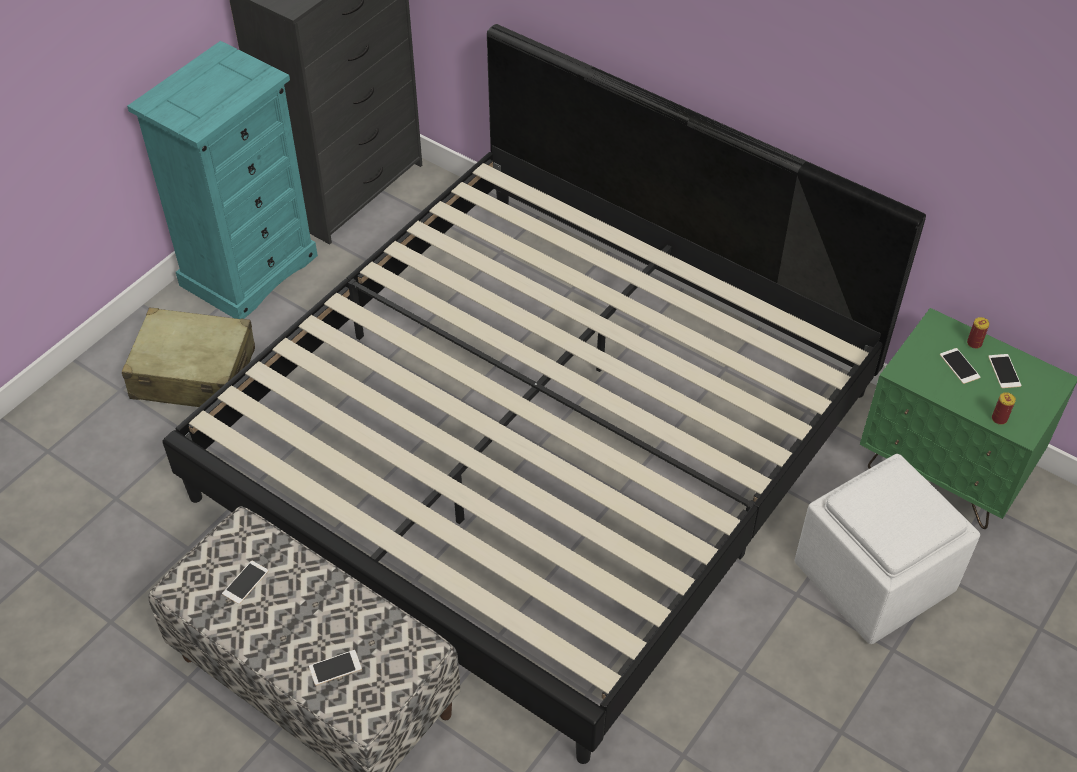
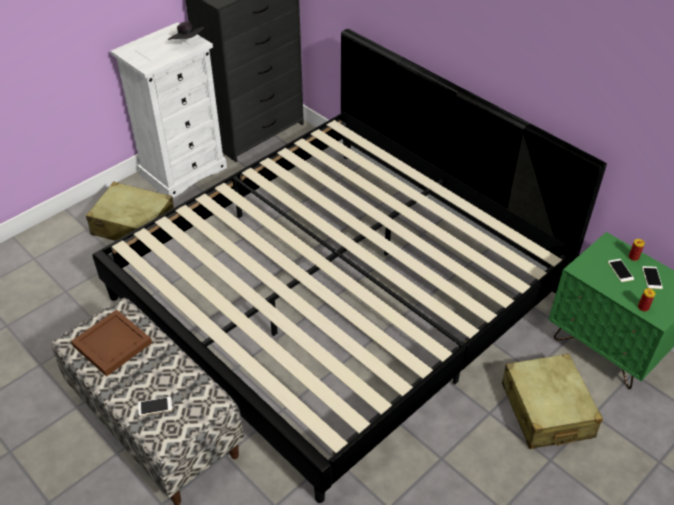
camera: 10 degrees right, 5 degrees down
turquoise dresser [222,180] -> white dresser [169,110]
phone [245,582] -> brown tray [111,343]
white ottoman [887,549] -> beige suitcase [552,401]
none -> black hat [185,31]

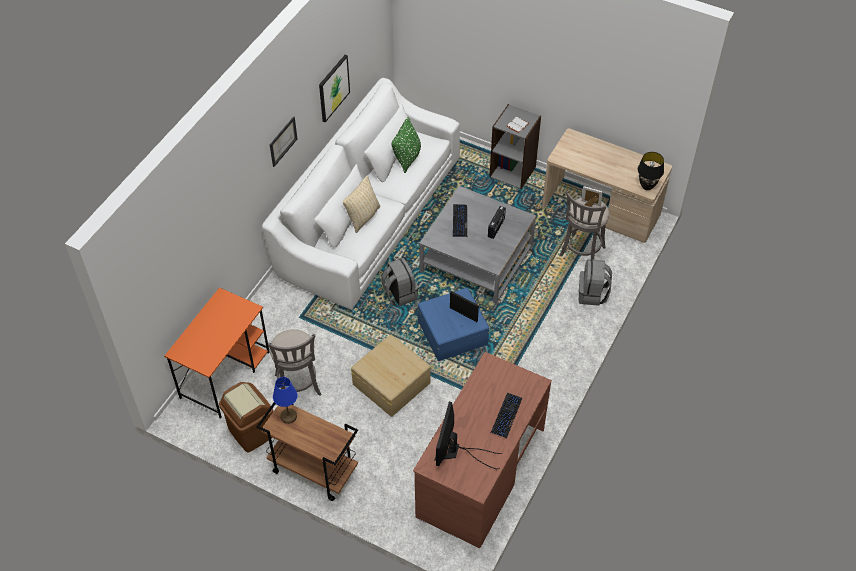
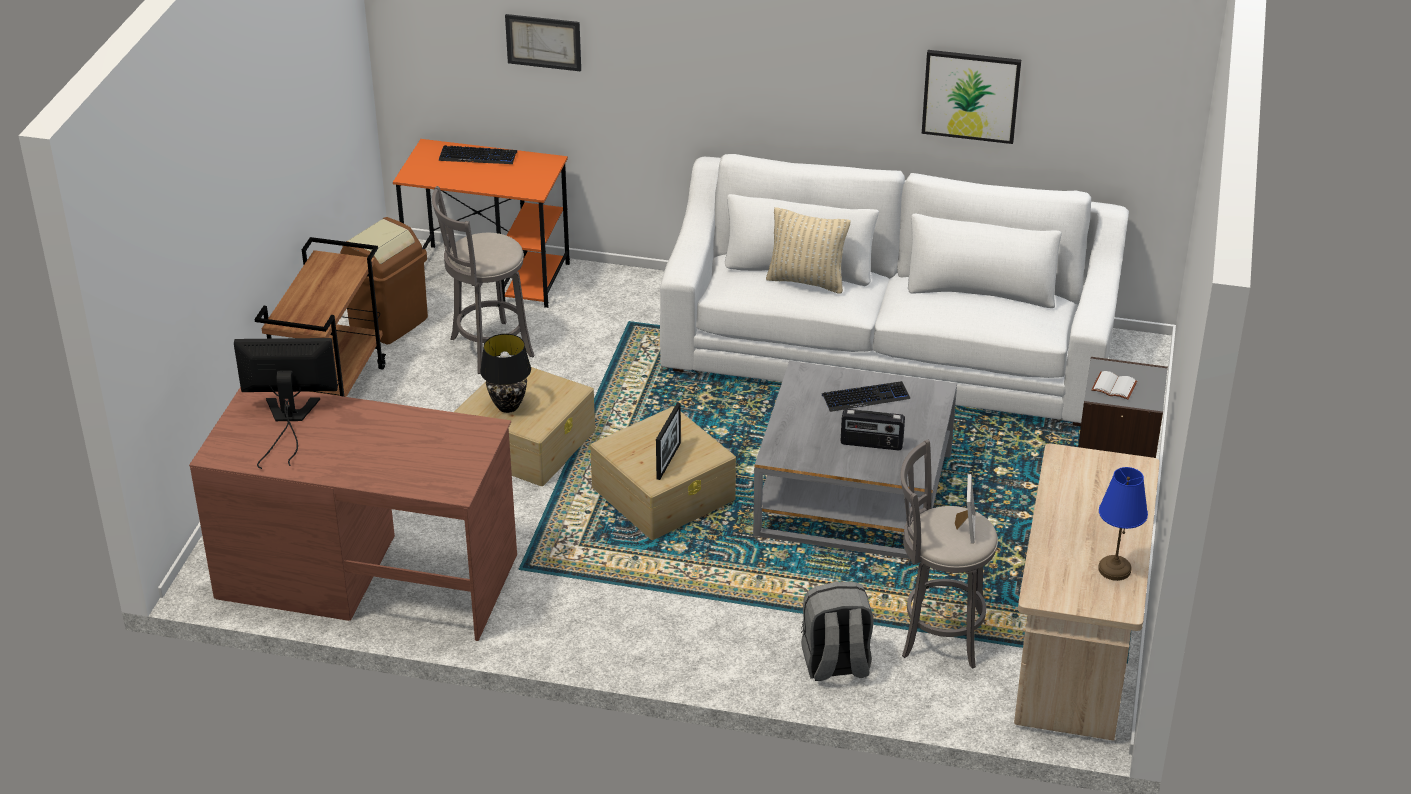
camera: 75 degrees right, 15 degrees down
picture [283,141] -> picture [543,43], moved
blue table lamp [285,400] -> blue table lamp [1123,524], moved
grey backpack [399,282] -> none
green pillow [406,145] -> none
blue storage box [453,324] -> beige storage box [663,473]
keyboard [506,416] -> keyboard [478,154], moved
black table lamp [651,171] -> black table lamp [505,373], moved

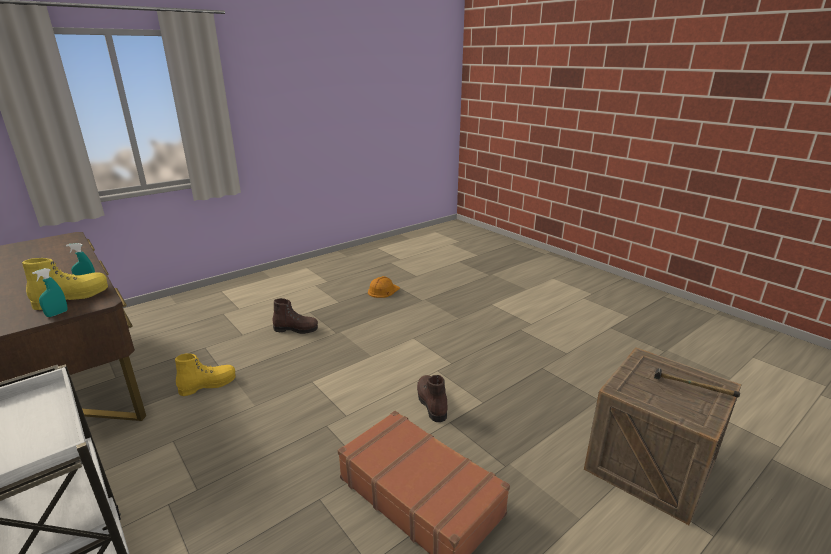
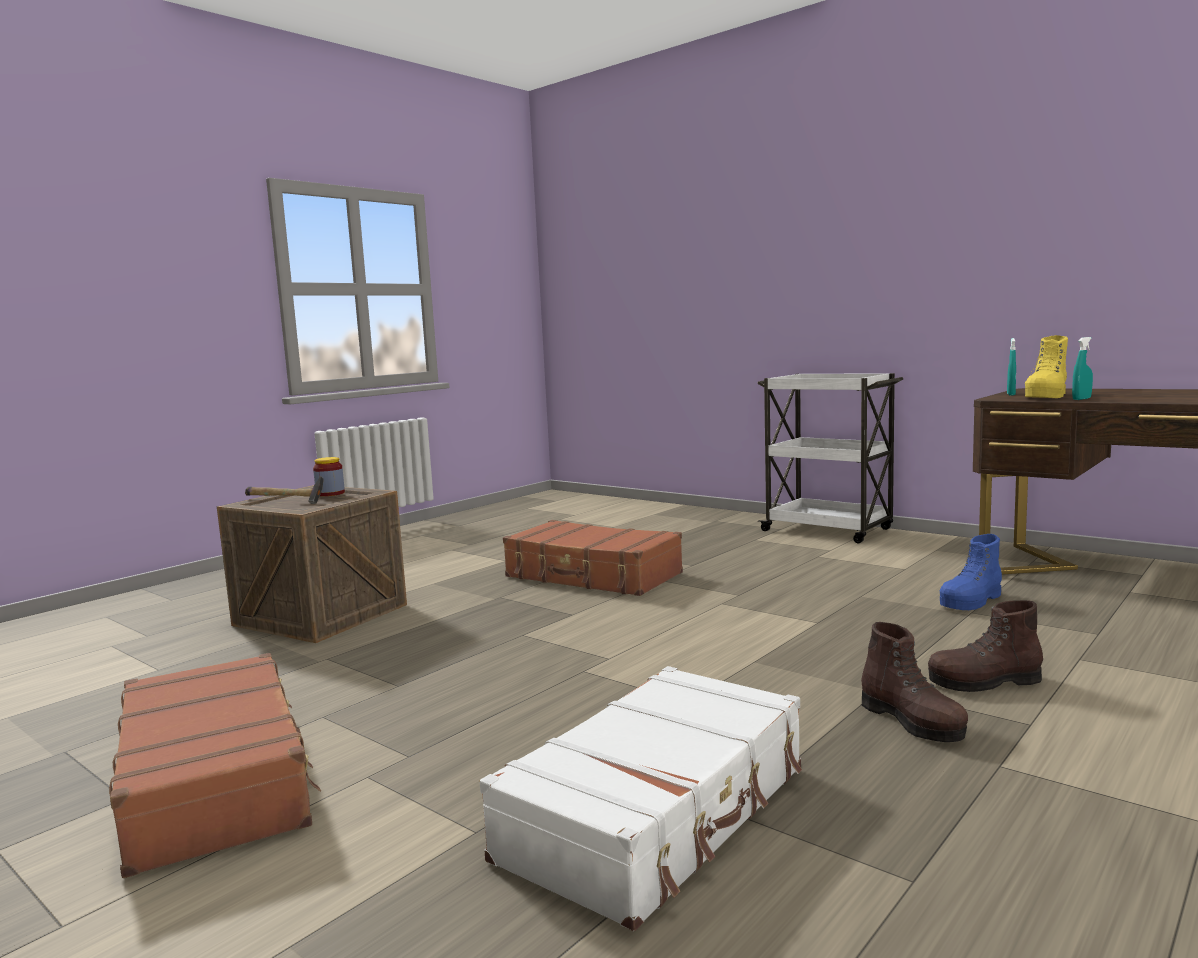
camera: 170 degrees right, 15 degrees down
yellow boot [205,374] -> blue boot [971,572]
orange hard hat [384,287] -> none
brown boot [432,398] -> brown boot [914,682], moved
none -> brown suitcase [215,765]
none -> jar [329,476]
none -> white suitcase [641,798]

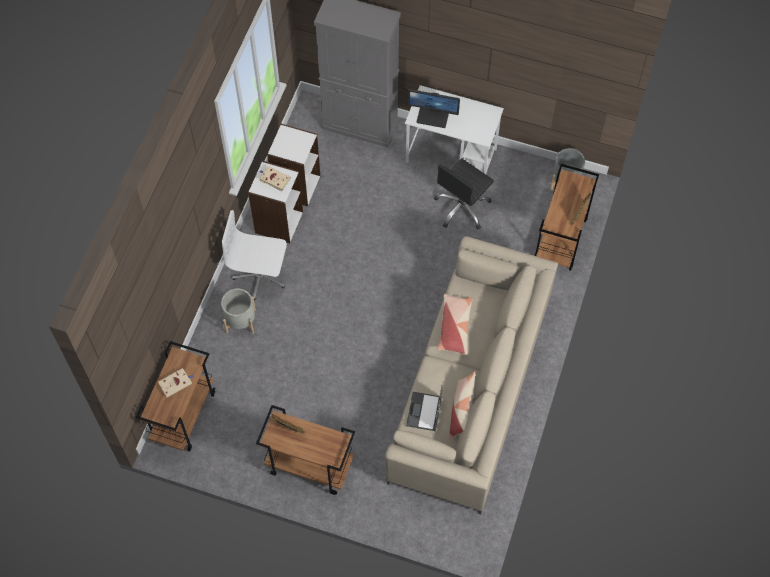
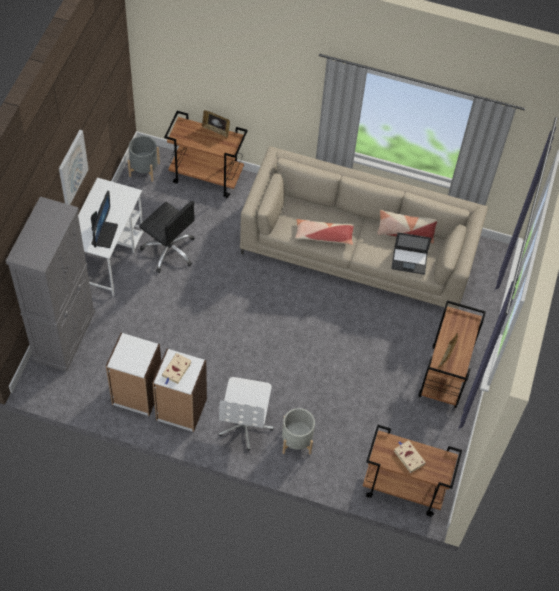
camera: 95 degrees left, 5 degrees down
none -> picture [73,167]

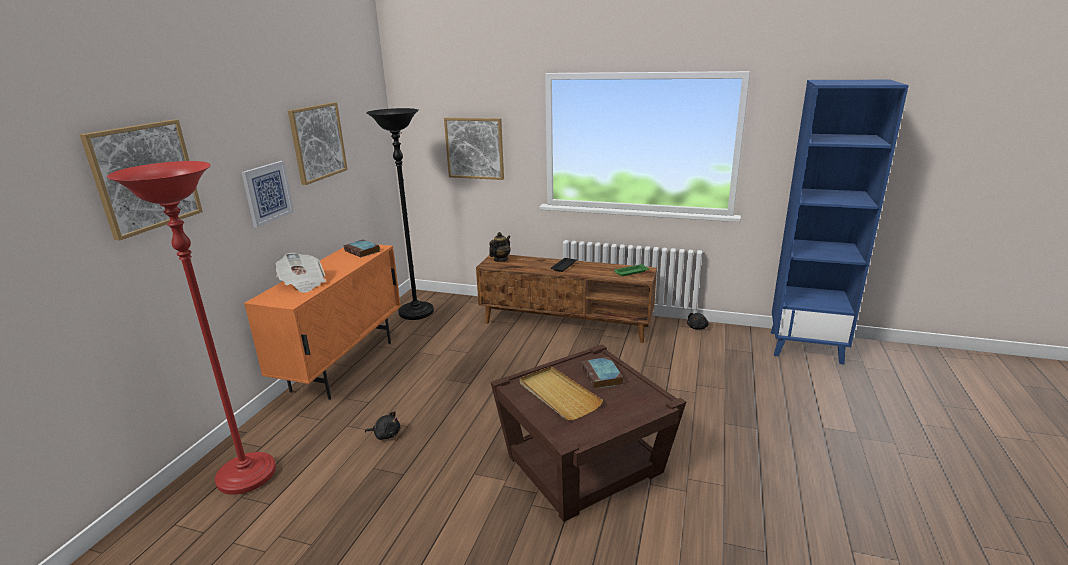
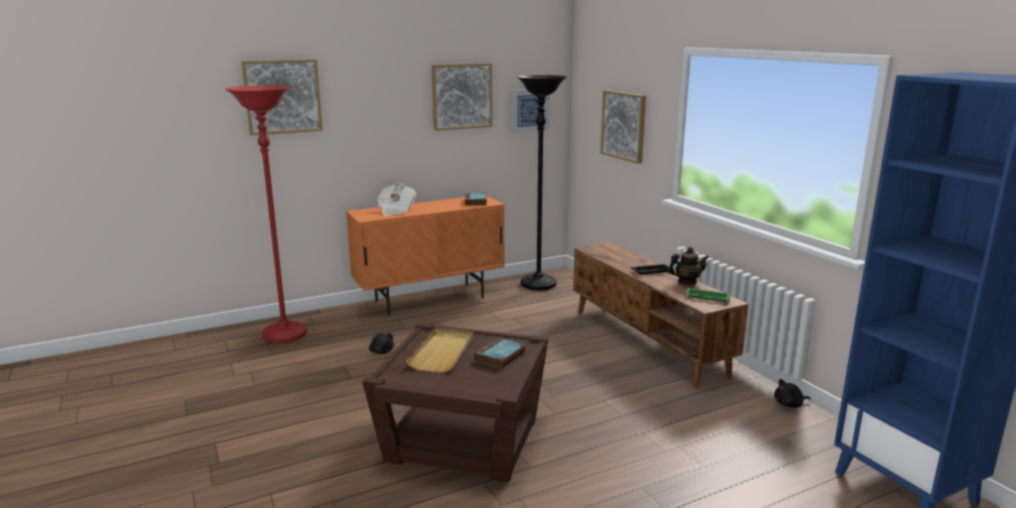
camera: 45 degrees right, 5 degrees down
picture [267,194] -> picture [530,111], moved
teapot [500,247] -> teapot [688,266], moved

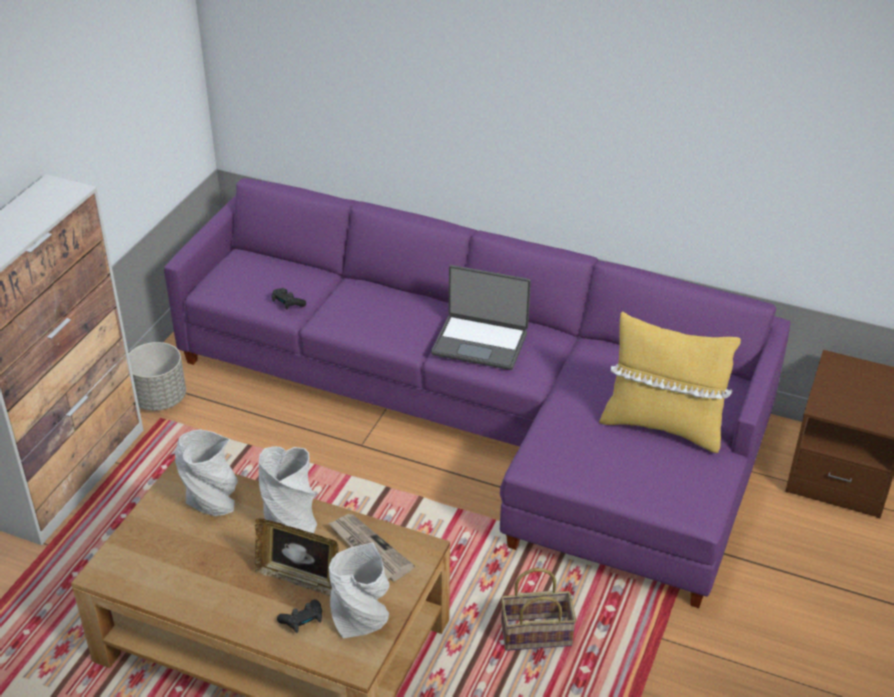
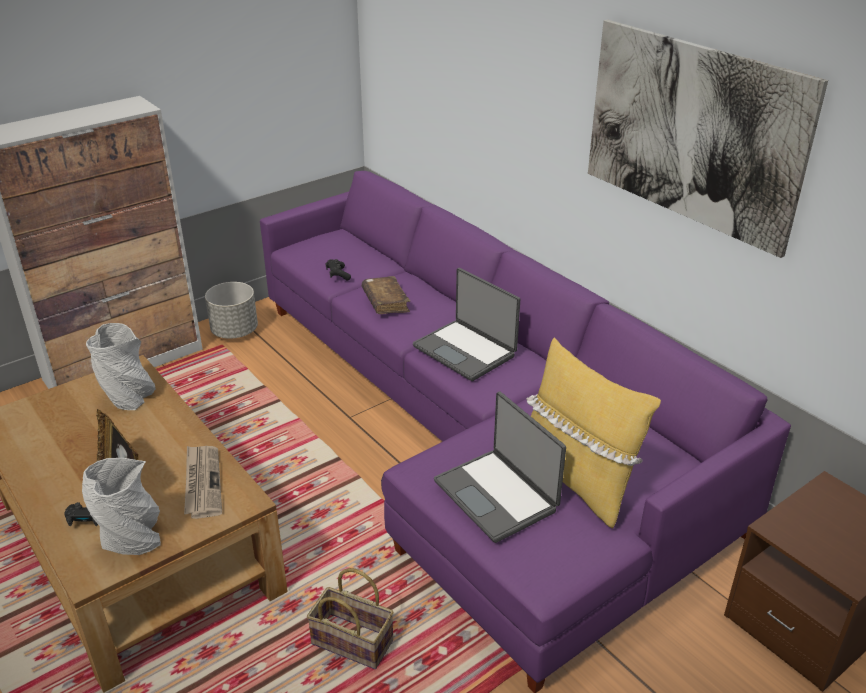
camera: 30 degrees right, 5 degrees down
grey vase [288,490] -> none
none -> brown book [386,295]
none -> laptop [500,467]
none -> picture [708,139]

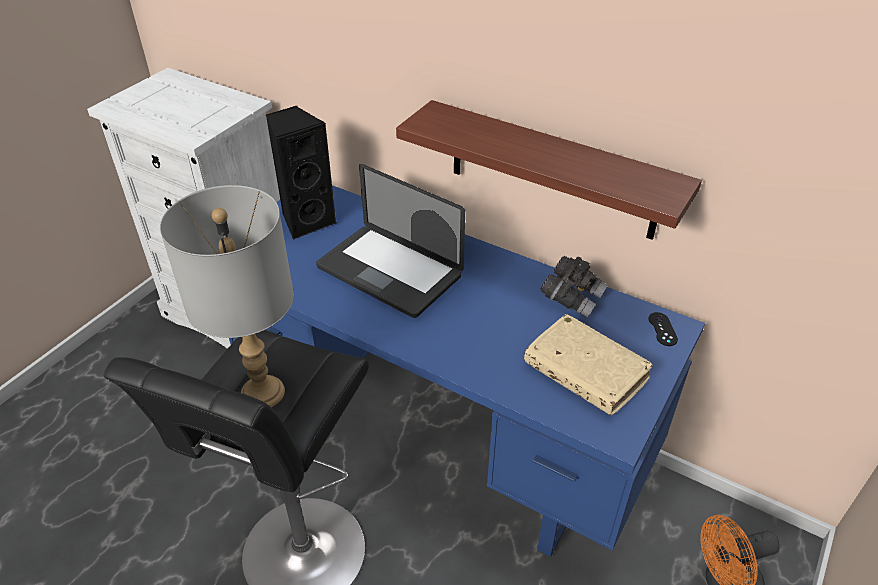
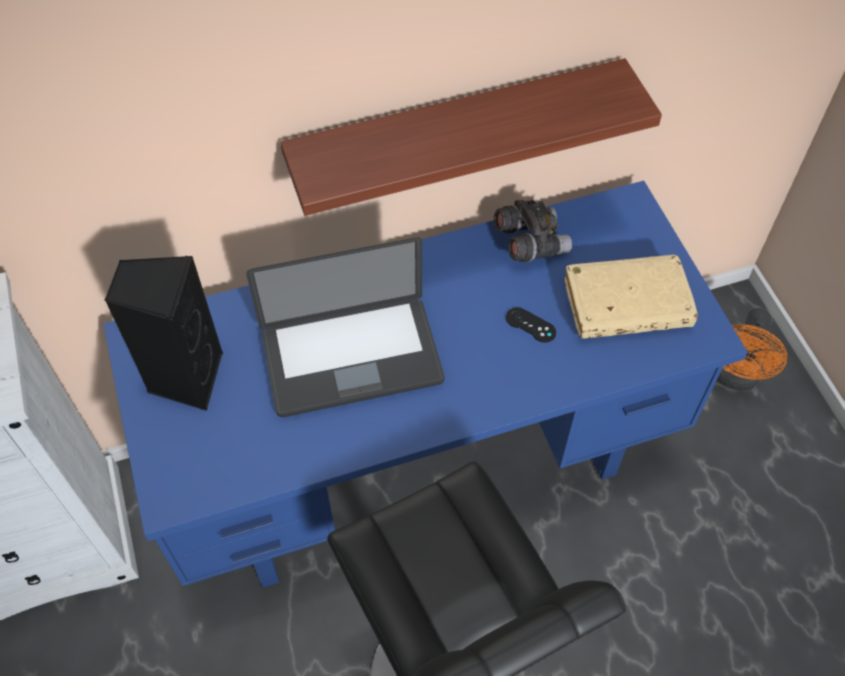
camera: 50 degrees left, 15 degrees up
grey table lamp [227,296] -> none
black game controller [663,329] -> black game controller [531,325], moved

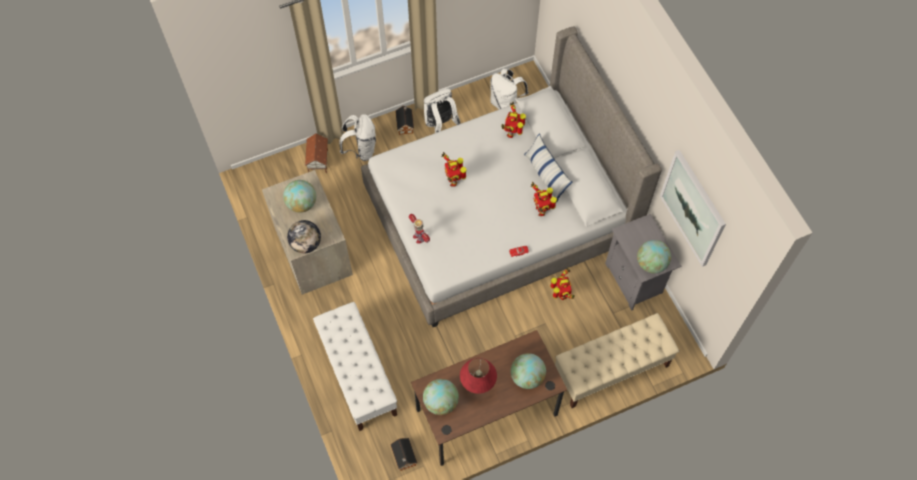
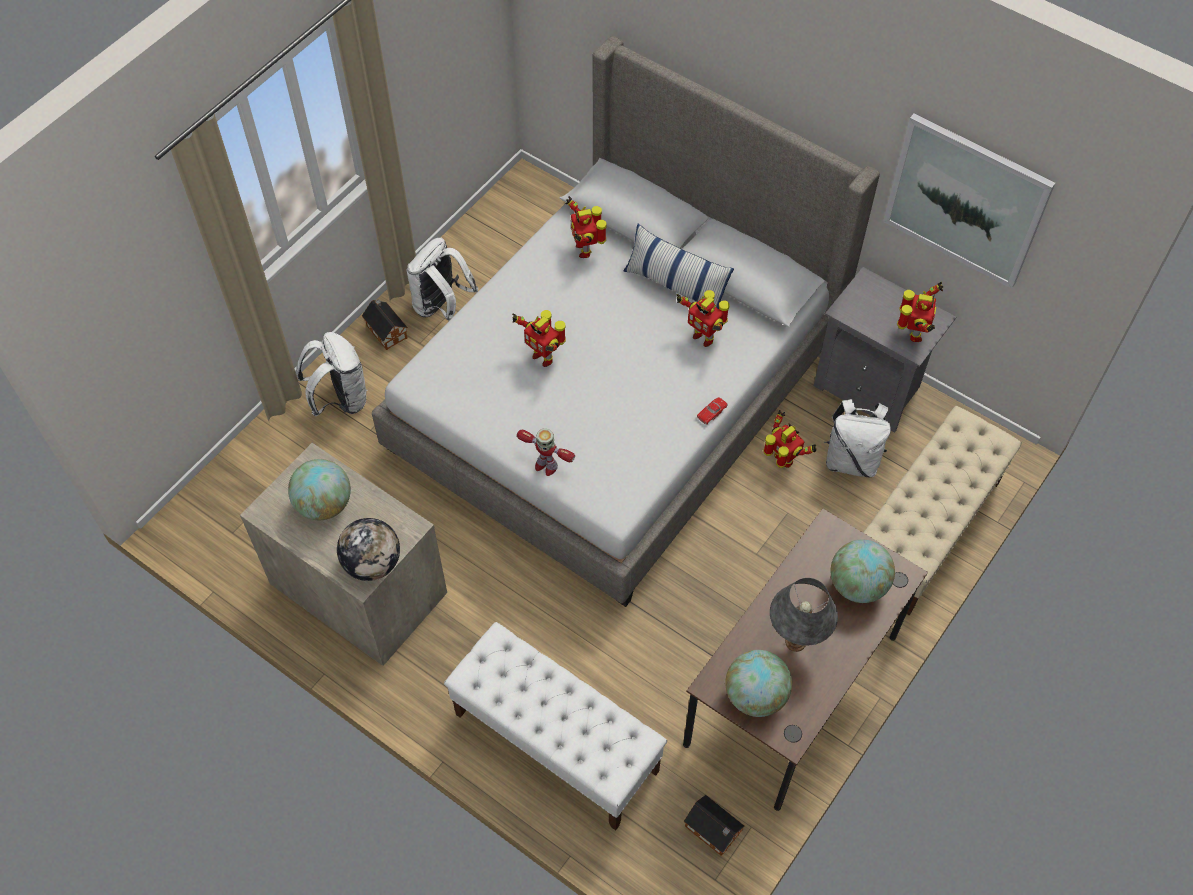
camera: 30 degrees left, 5 degrees down
toy house [316,153] -> none
red table lamp [478,376] -> grey table lamp [804,615]
white backpack [509,88] -> white backpack [857,438], moved
globe [654,256] -> toy robot [920,312]

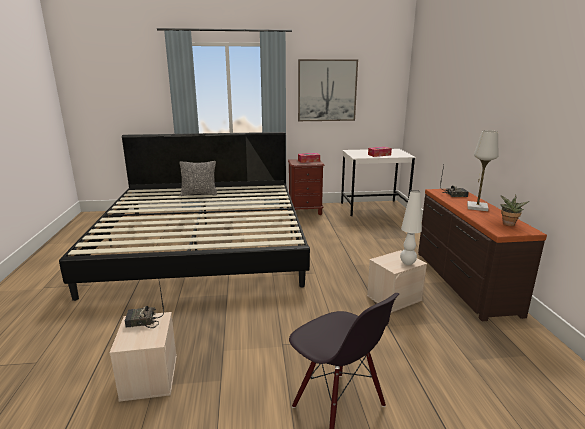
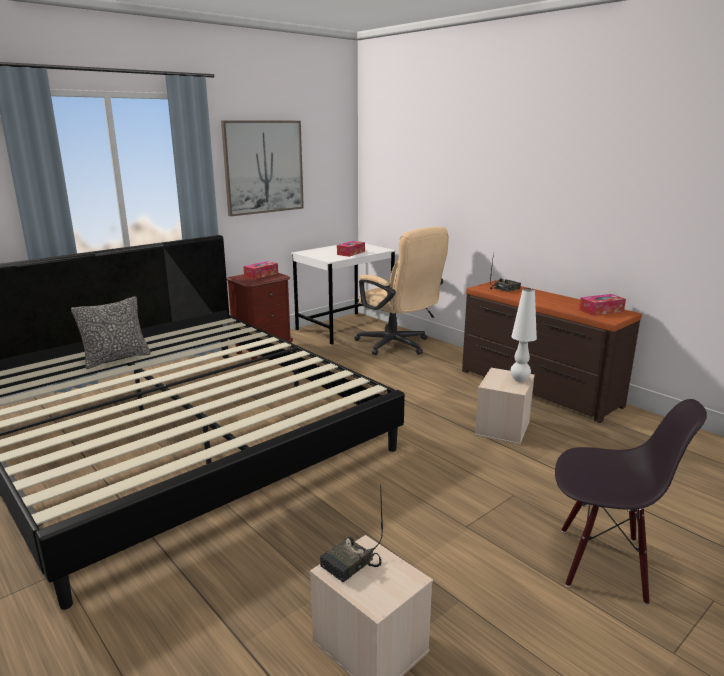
camera: 35 degrees left, 0 degrees up
white table lamp [483,170] -> none
potted plant [515,210] -> tissue box [602,305]
none -> beige office chair [401,291]

